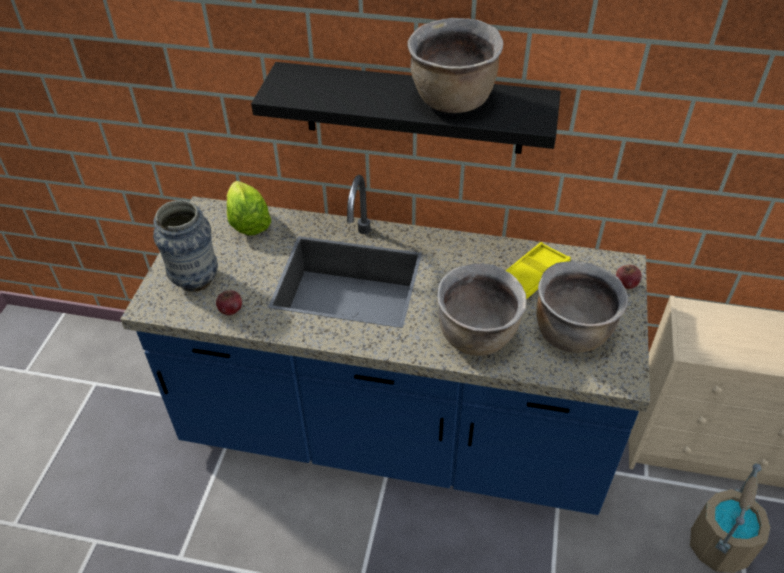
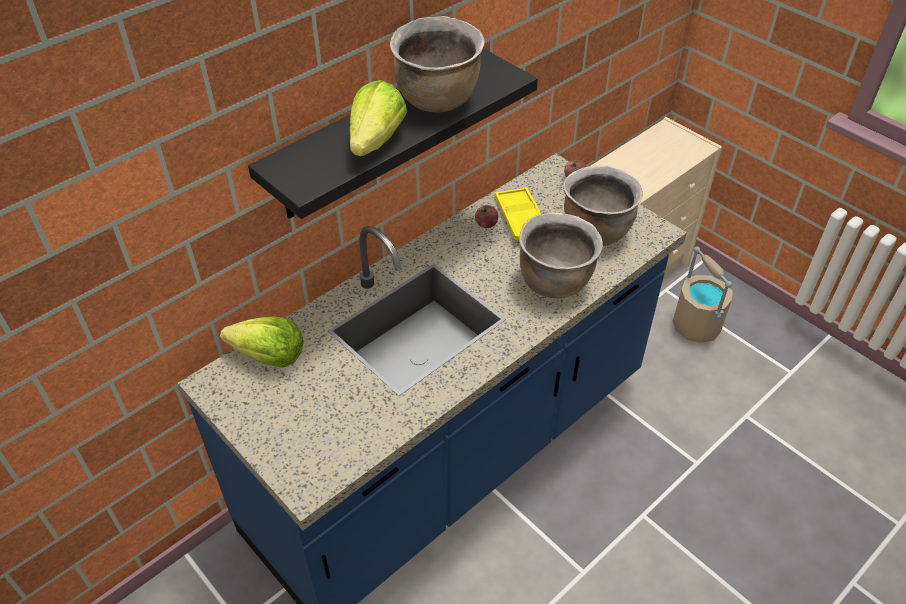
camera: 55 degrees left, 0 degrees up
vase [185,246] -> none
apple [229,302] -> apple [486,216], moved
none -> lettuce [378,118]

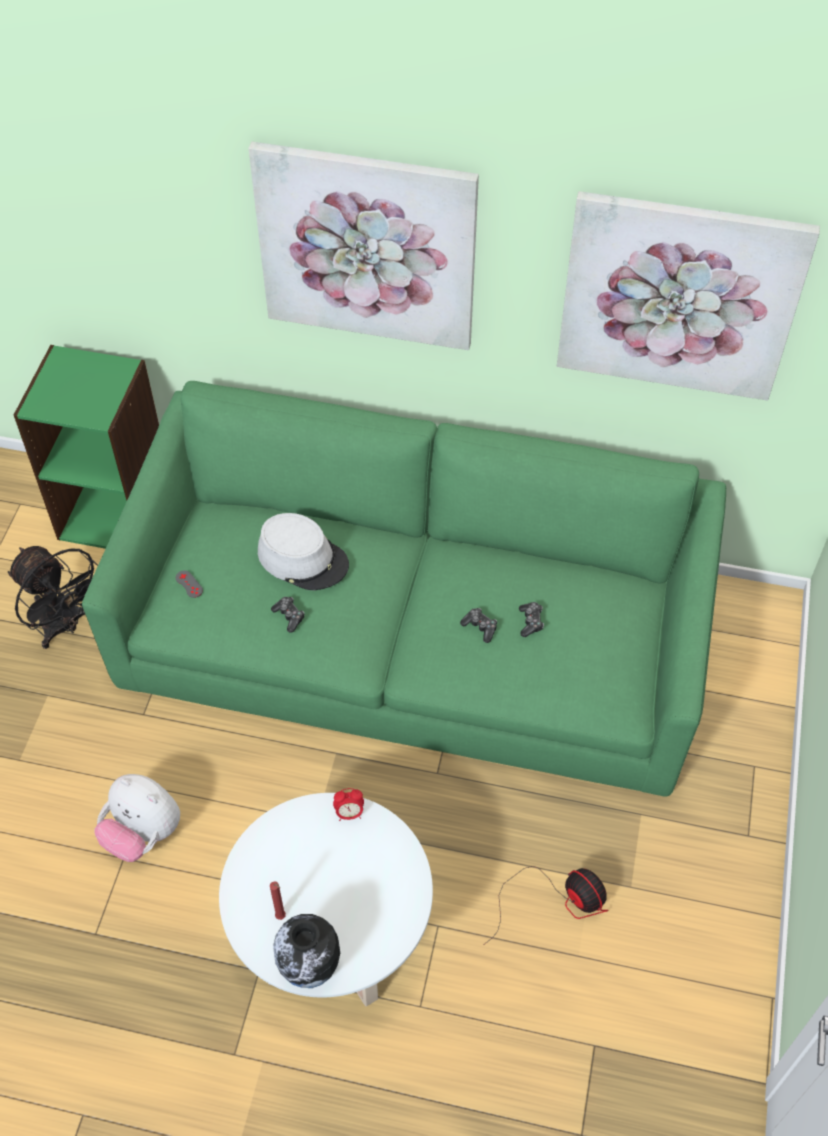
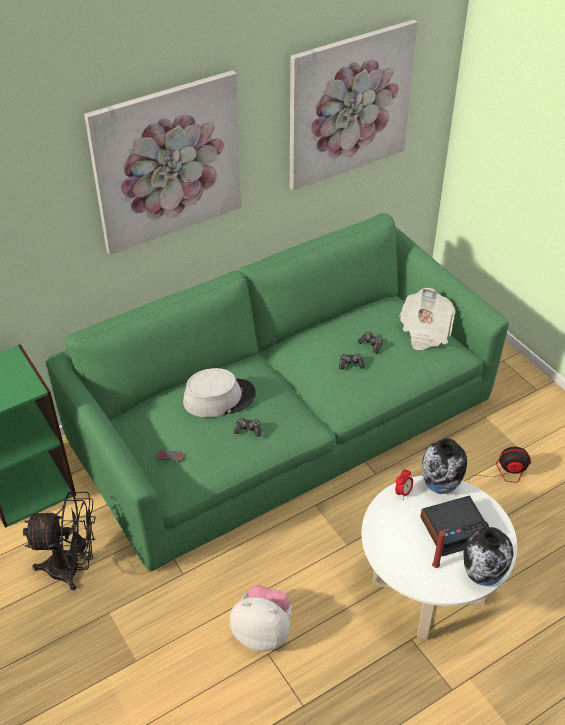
camera: 45 degrees left, 10 degrees down
plush toy [137,818] -> plush toy [261,618], 150 degrees counterclockwise
none -> newspaper [427,319]
none -> alarm clock [455,525]
none -> vase [444,466]

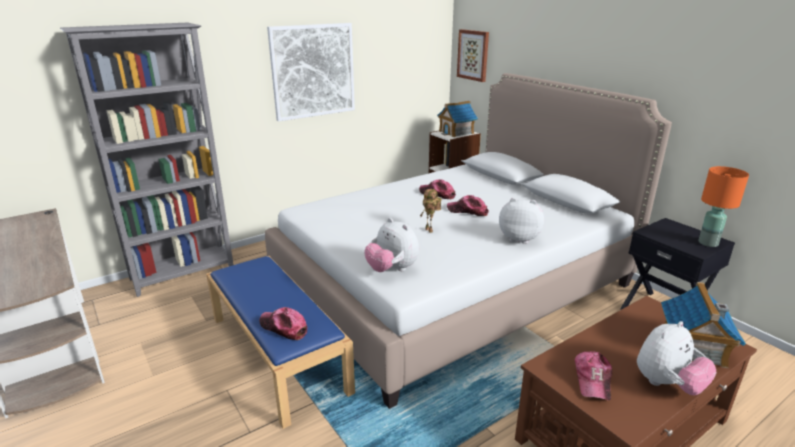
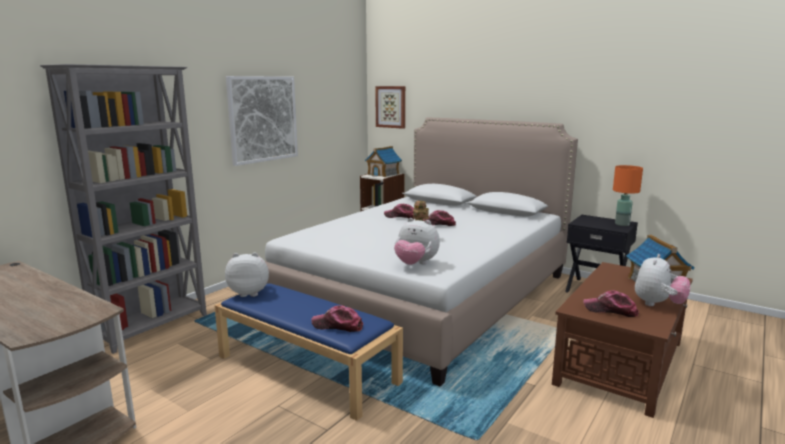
camera: 20 degrees left, 10 degrees down
plush toy [521,221] -> plush toy [247,275], moved
cap [593,375] -> cap [611,303], 120 degrees clockwise

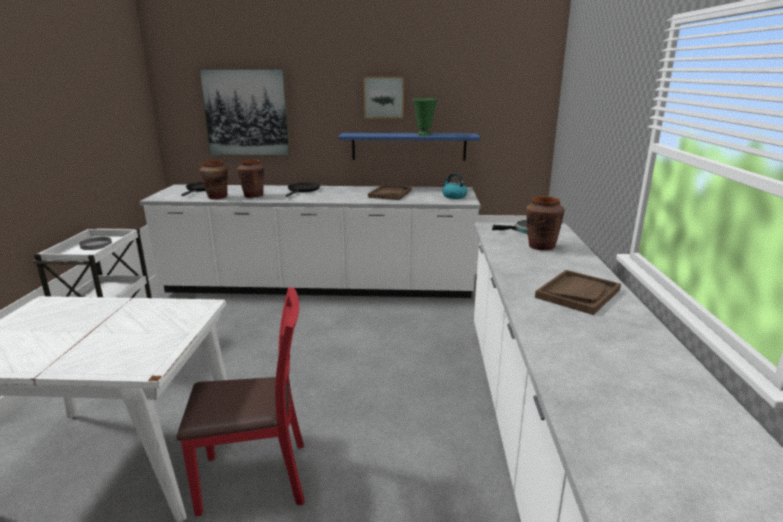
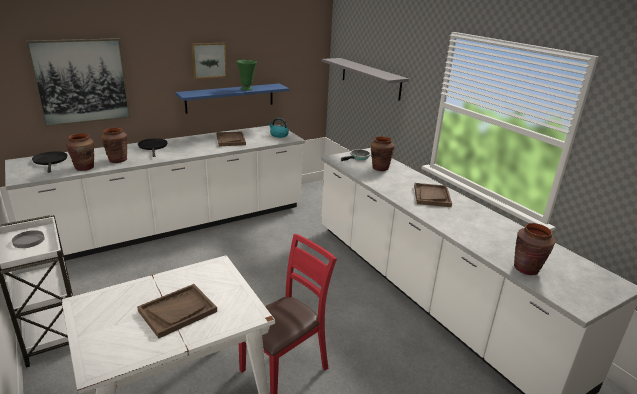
camera: 35 degrees left, 5 degrees up
none -> brown tray [177,311]
none -> grey shelf [365,79]
none -> brown vase [534,249]

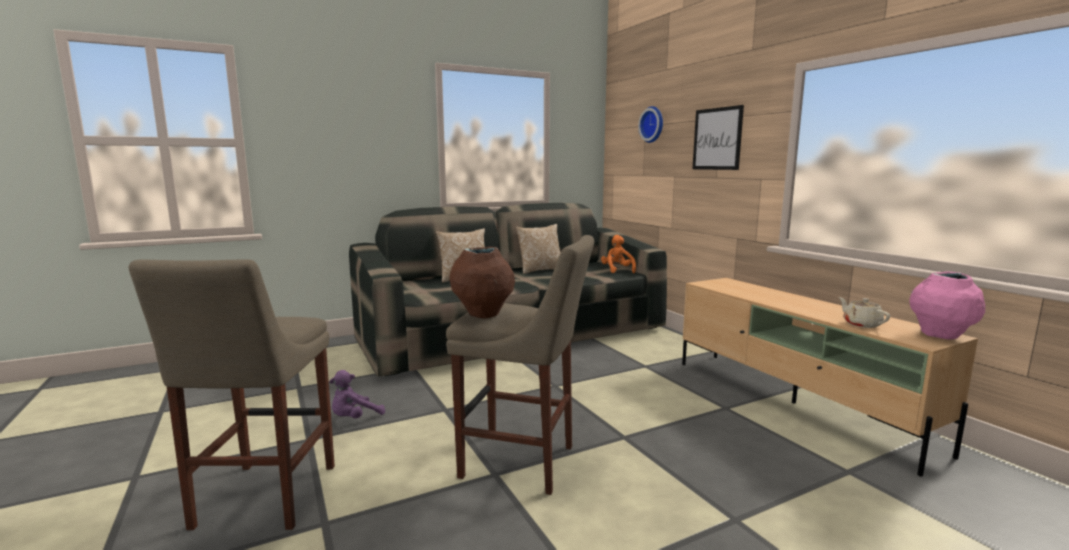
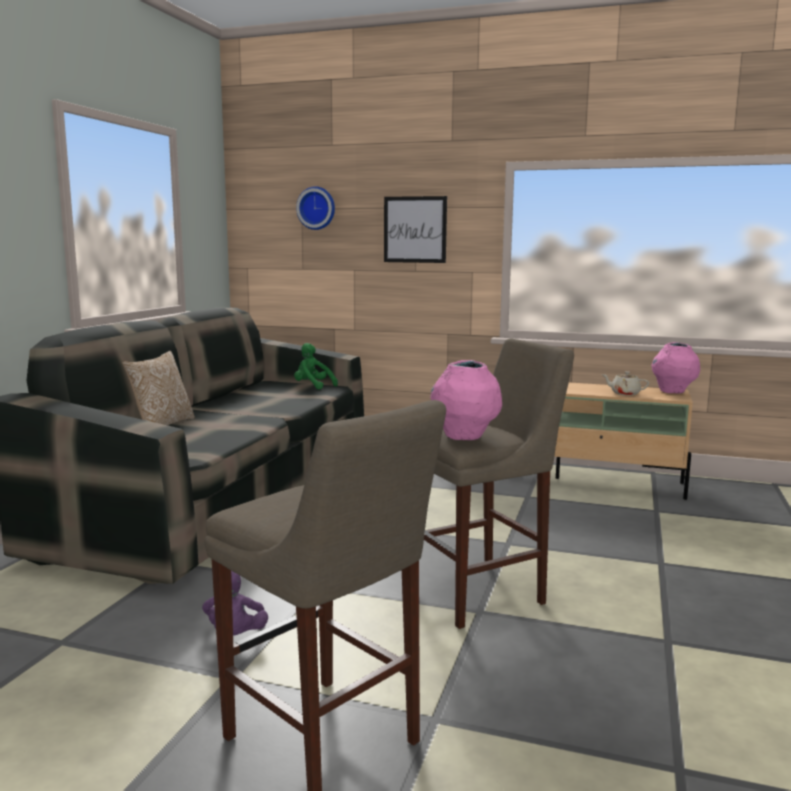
camera: 45 degrees left, 0 degrees up
brown vase [482,282] -> pink vase [466,400]
pillow [538,249] -> none
orange plush toy [618,254] -> green plush toy [316,366]

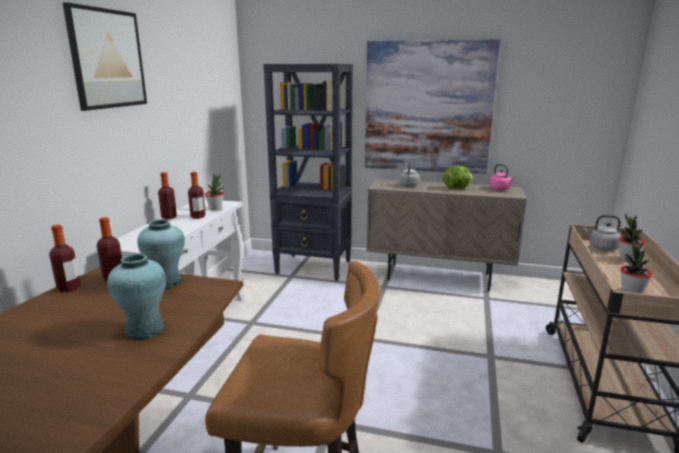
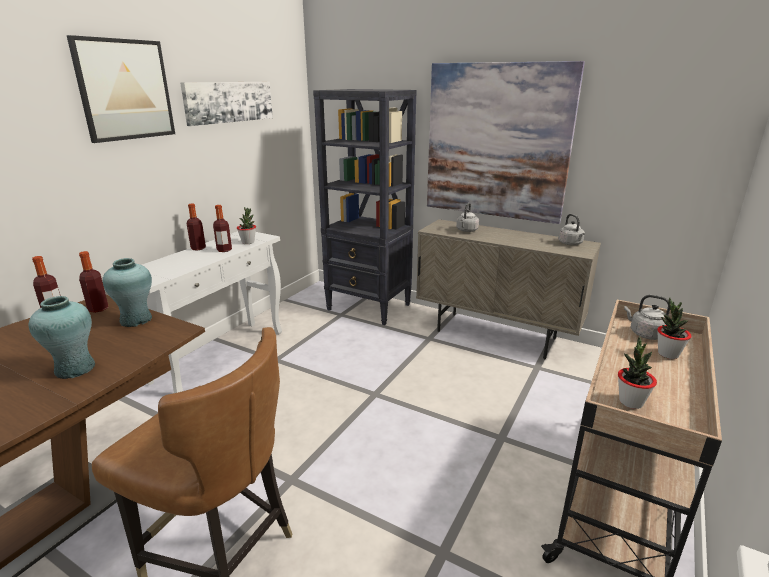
camera: 15 degrees right, 5 degrees up
lettuce [457,177] -> none
pink kettle [502,177] -> grey kettle [571,229]
none -> picture [226,104]

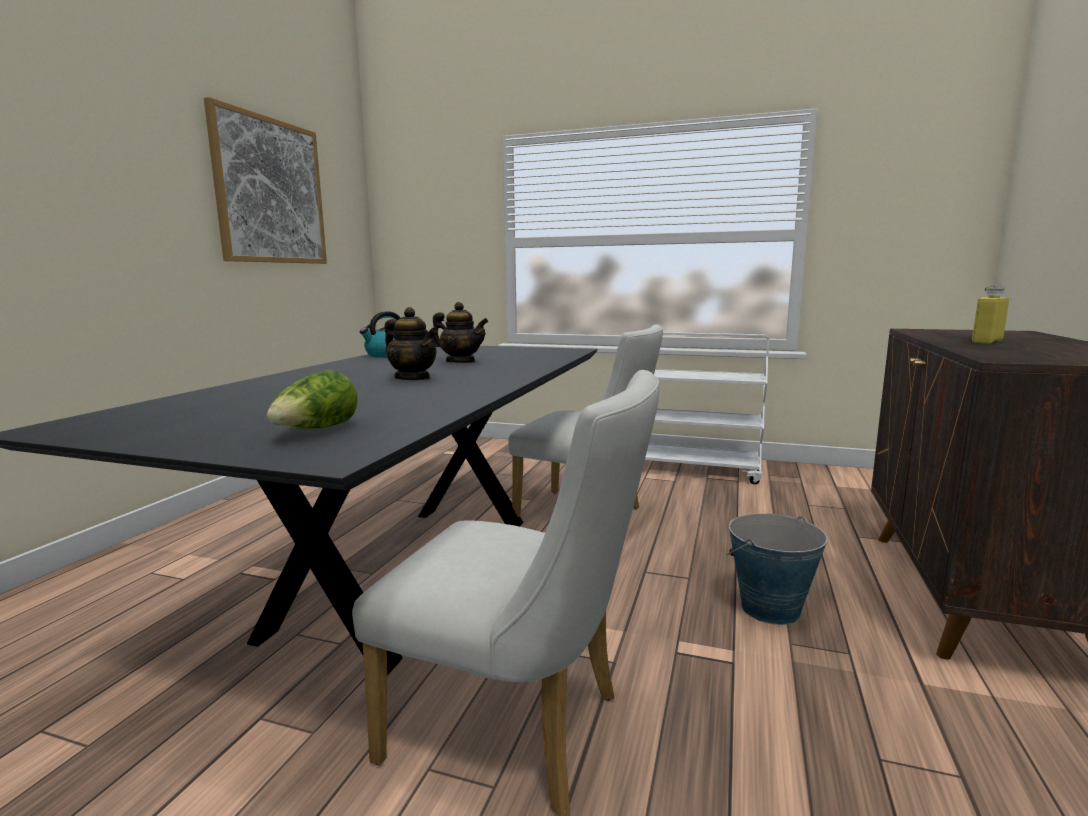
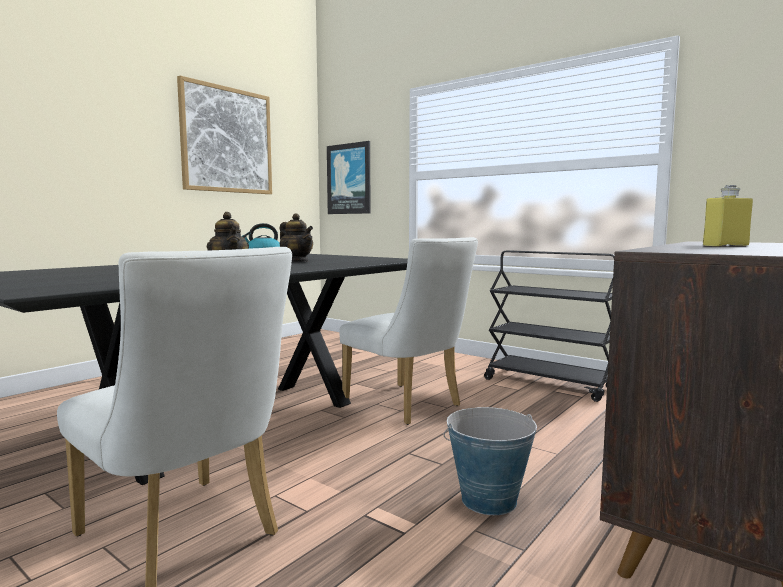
camera: 20 degrees right, 5 degrees down
lettuce [312,399] -> none
white cart [707,408] -> black cart [549,326]
none -> picture [349,177]

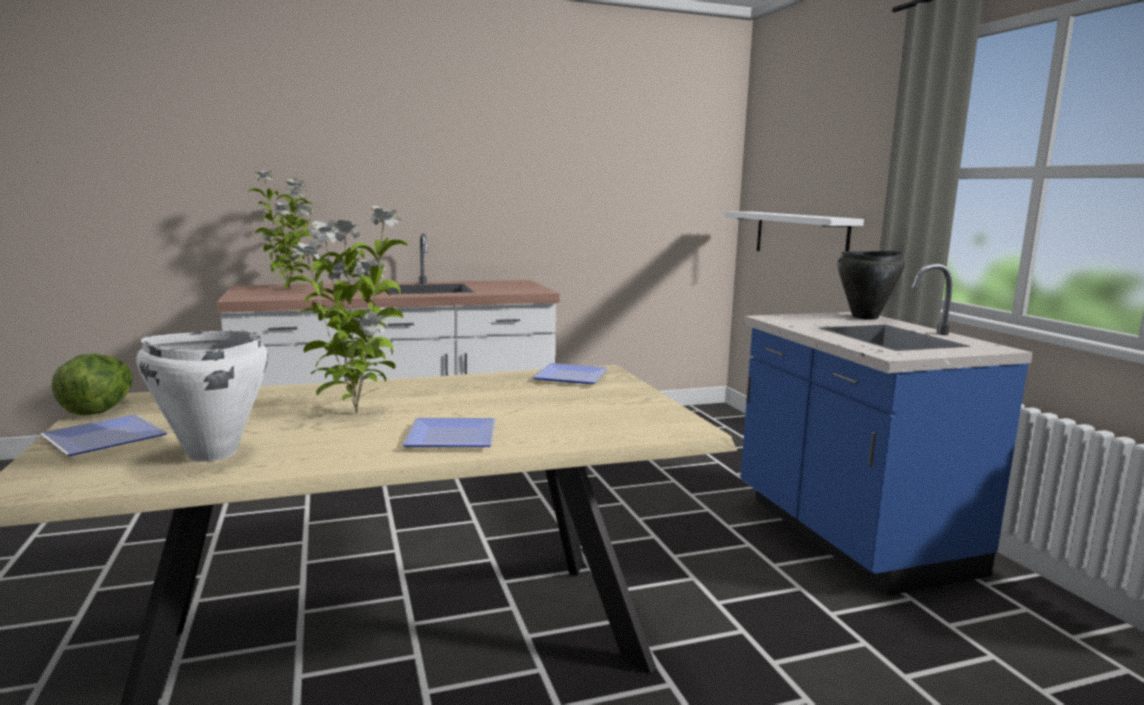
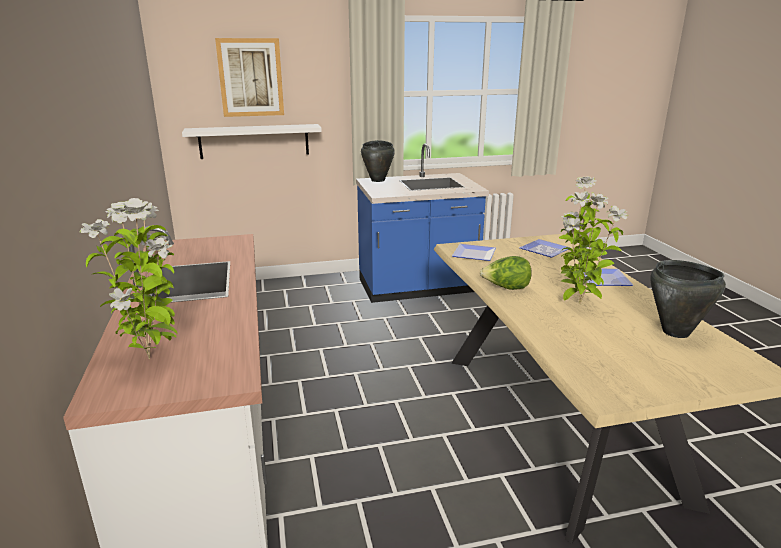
camera: 85 degrees left, 10 degrees up
plate [104,435] -> plate [545,248], moved
lettuce [92,384] -> lettuce [506,273], moved
white cooking pot [202,396] -> black cooking pot [688,299]
none -> picture [249,77]

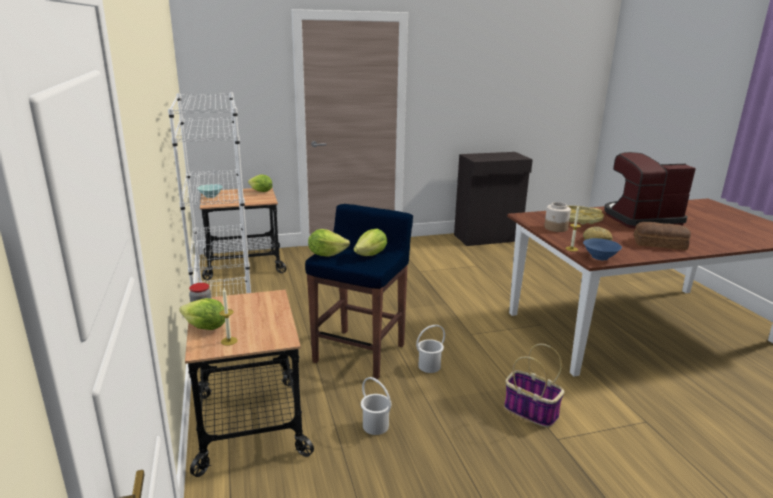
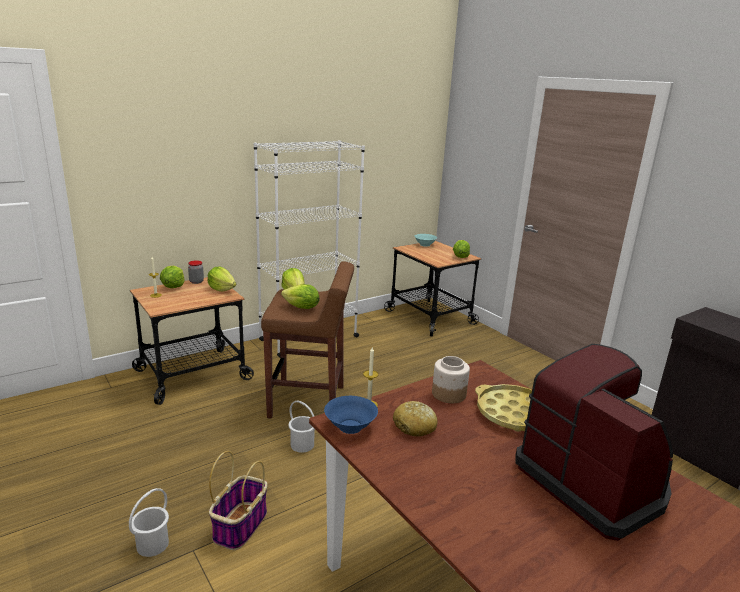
camera: 70 degrees right, 0 degrees up
blue stool [359,292] -> brown stool [307,340]
white bucket [376,406] -> white bucket [149,522], moved
bread [662,236] -> none
none -> lettuce [222,279]

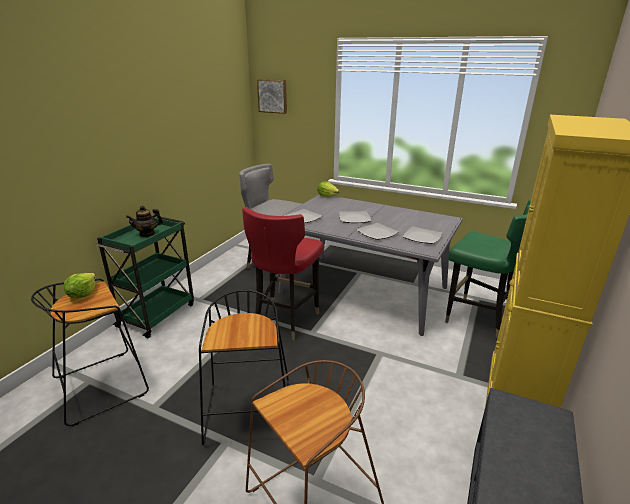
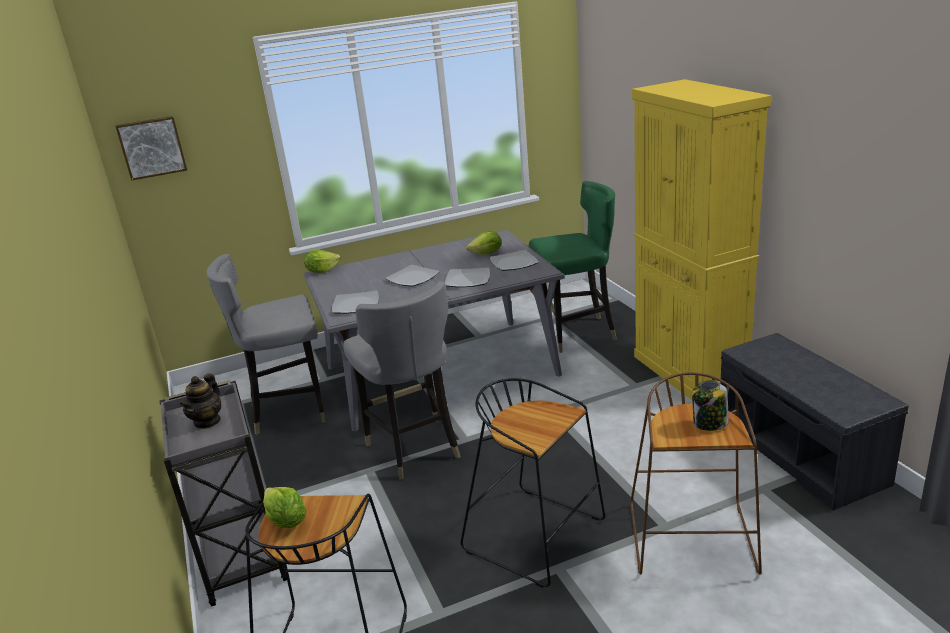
camera: 45 degrees left, 0 degrees up
green cart [144,277] -> grey cart [223,493]
red chair [283,273] -> grey chair [402,380]
none -> lettuce [483,242]
none -> jar [710,405]

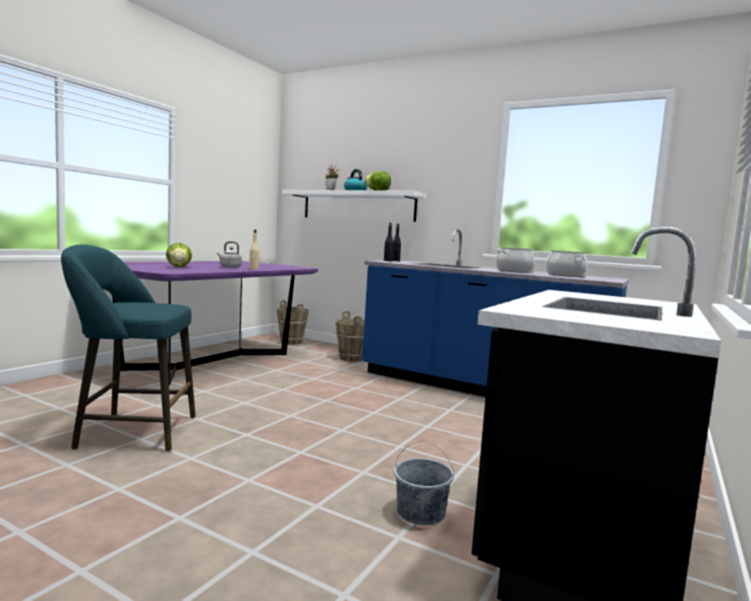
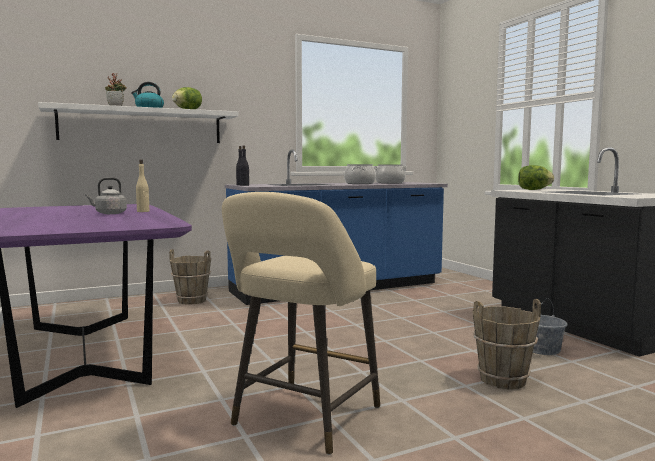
camera: 55 degrees left, 0 degrees up
turquoise stool [128,348] -> beige stool [301,323]
lettuce [179,255] -> lettuce [536,177], moved
brown bucket [293,322] -> brown bucket [506,344], moved

